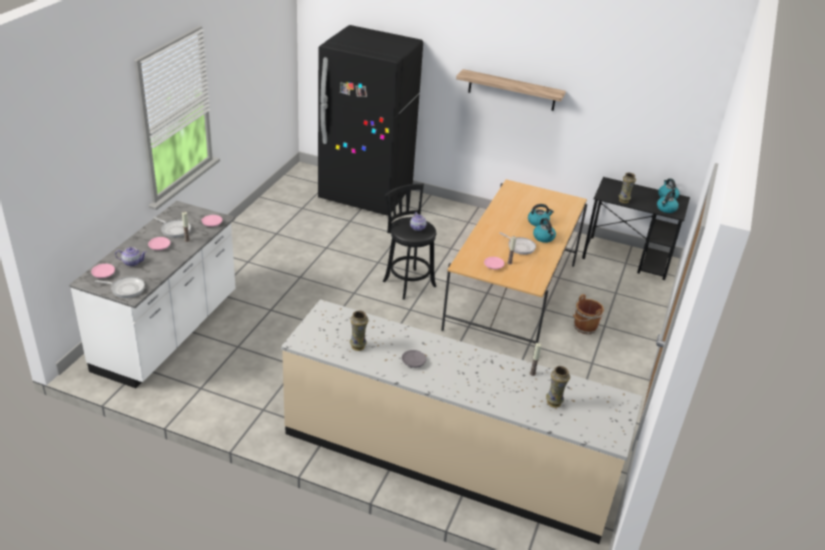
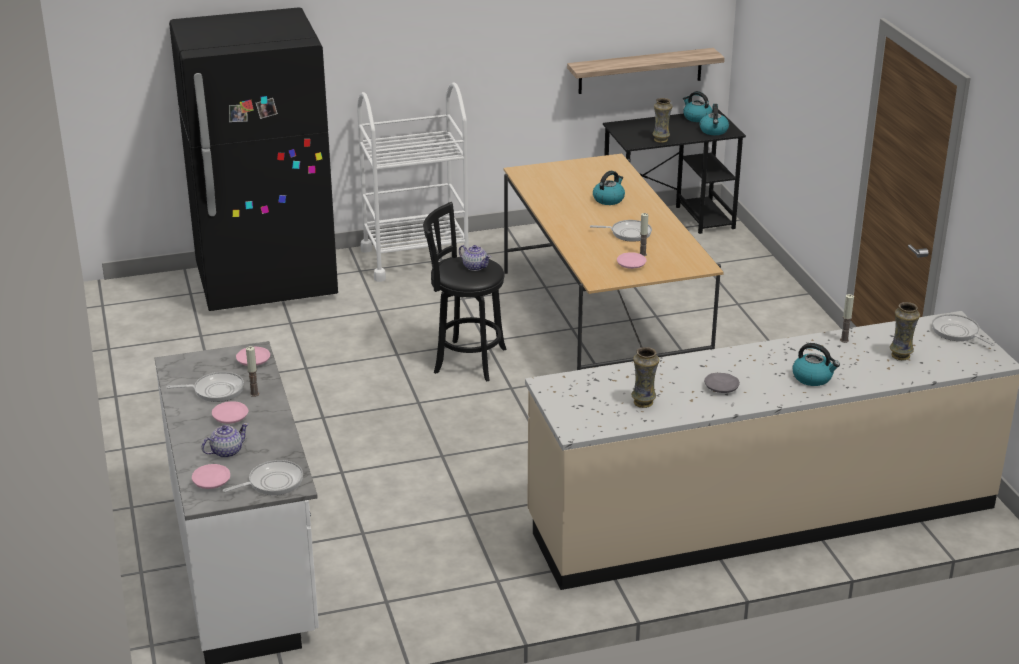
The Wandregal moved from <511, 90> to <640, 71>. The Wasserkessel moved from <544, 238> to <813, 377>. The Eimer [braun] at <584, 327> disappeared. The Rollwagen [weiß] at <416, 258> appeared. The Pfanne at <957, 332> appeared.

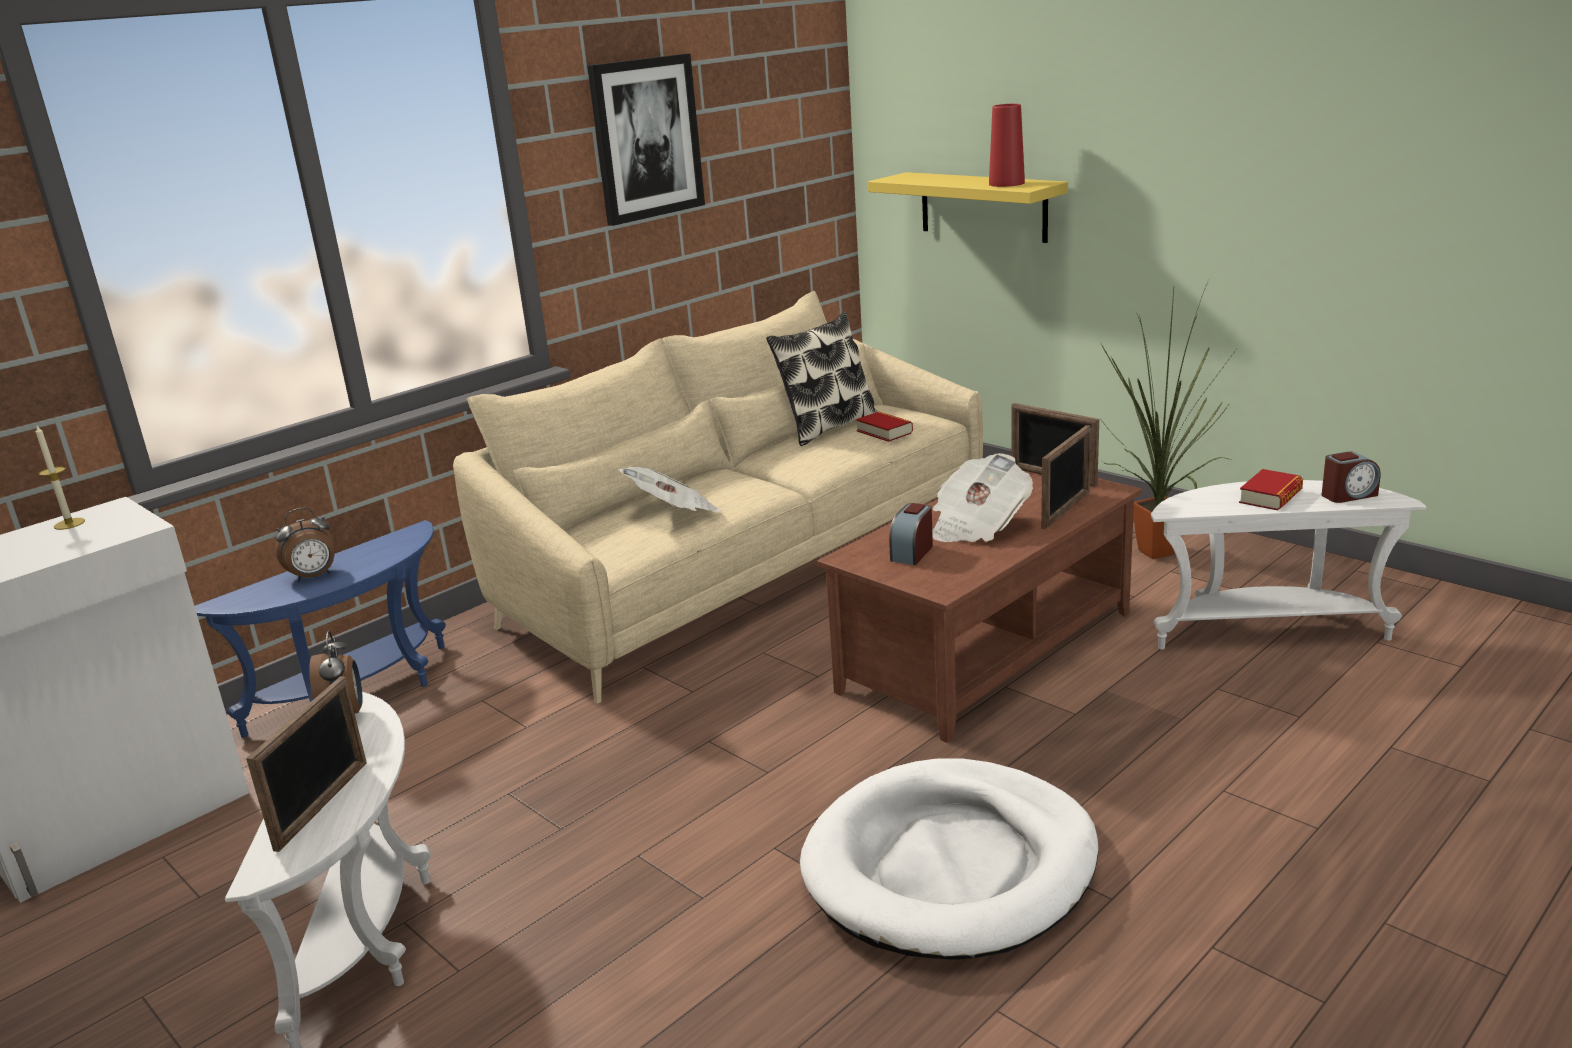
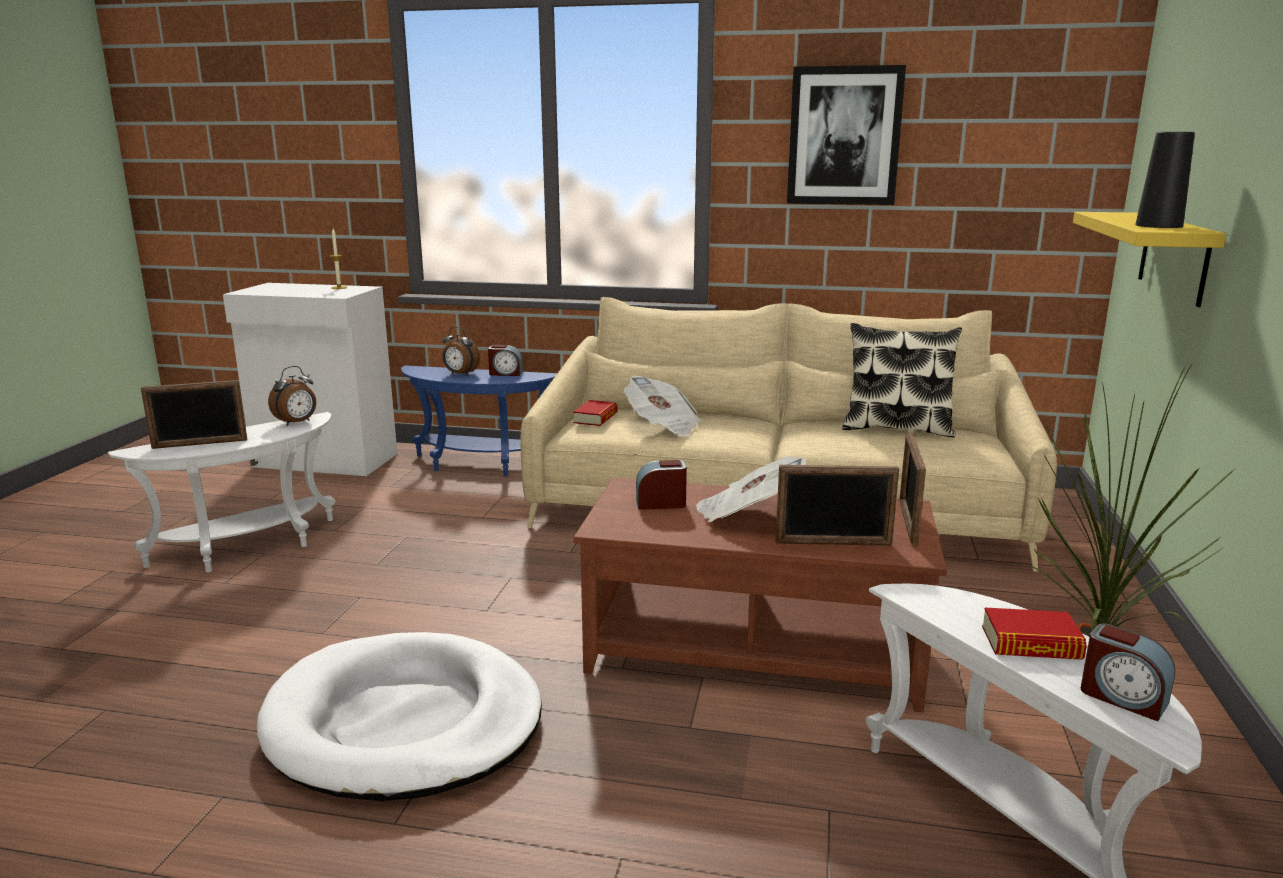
The Buch moved from <884, 432> to <595, 418>. The Vase [rot] at <1006, 183> became the Vase [schwarz] at <1158, 226>. The Wecker at <505, 373> appeared.

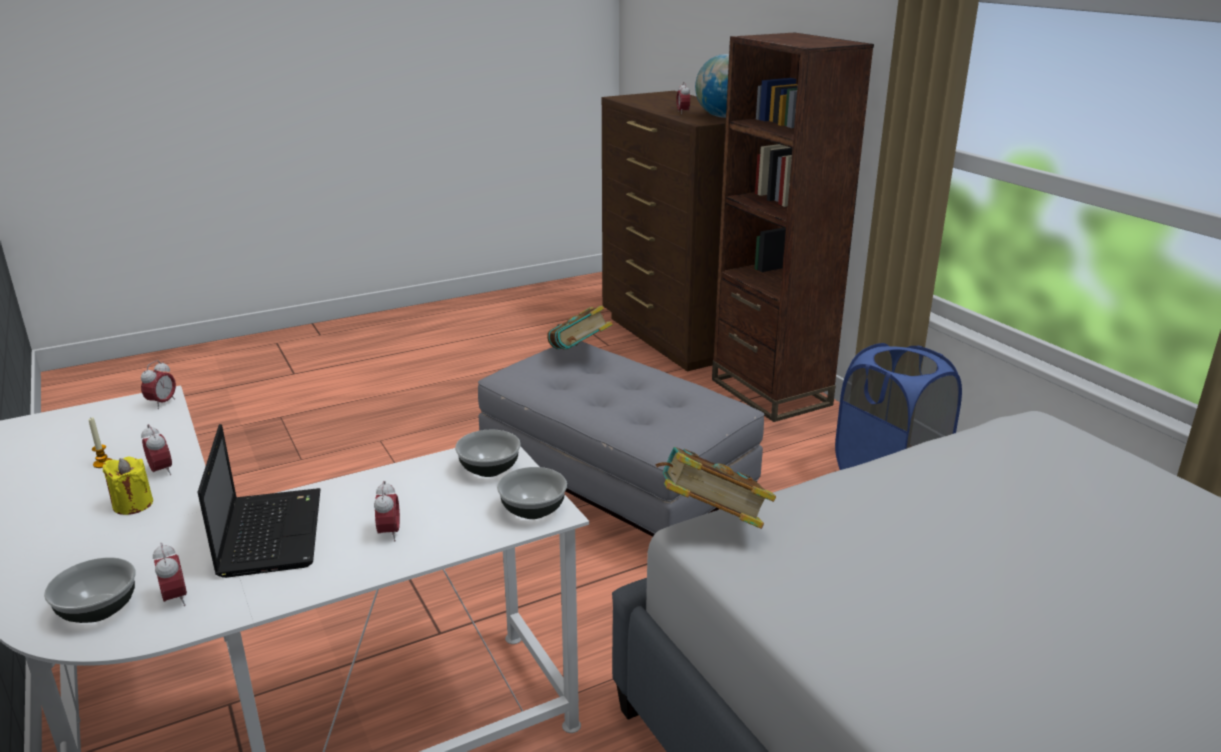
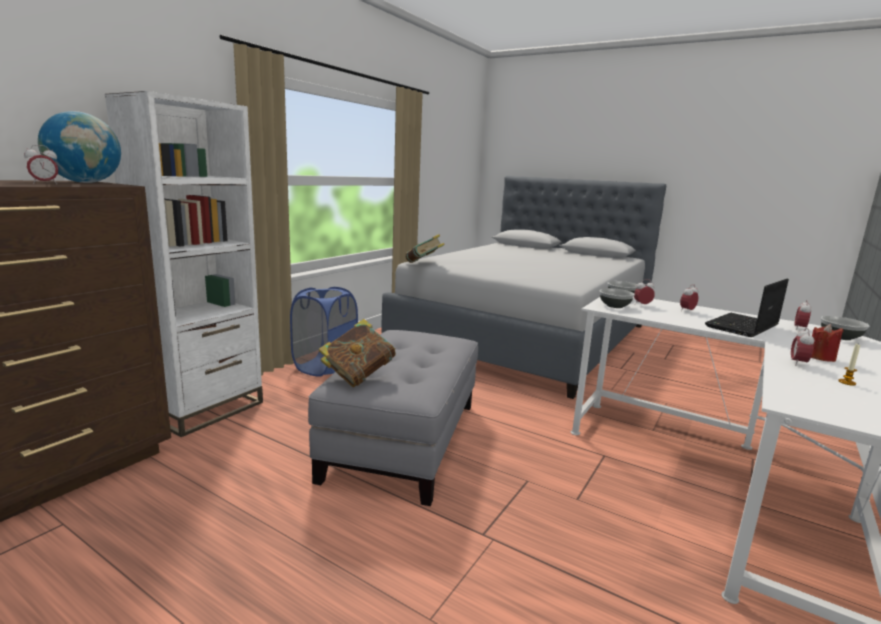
The Kerze [gelb] at <133, 504> became the Kerze [rot] at <821, 358>. The Wecker moved from <162, 403> to <642, 305>. The Buch moved from <710, 522> to <424, 264>. The Bücherregal [braun] at <770, 392> became the Bücherregal [weiß] at <206, 410>.

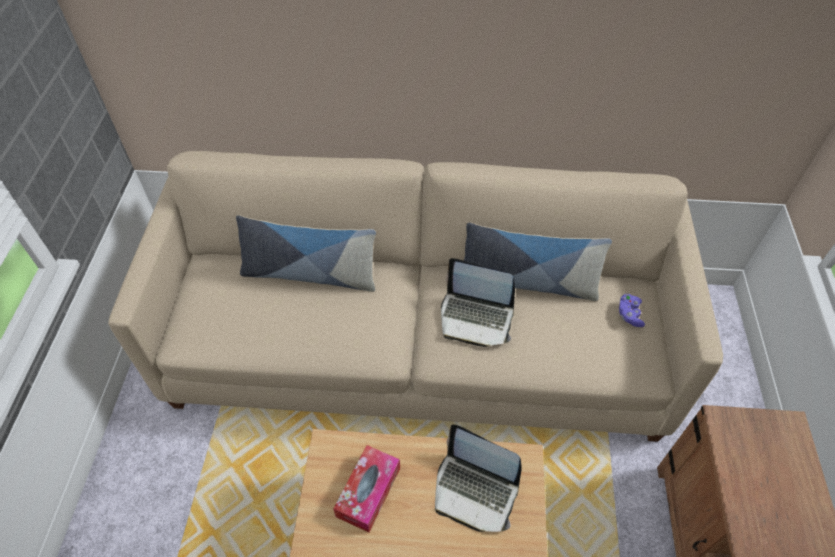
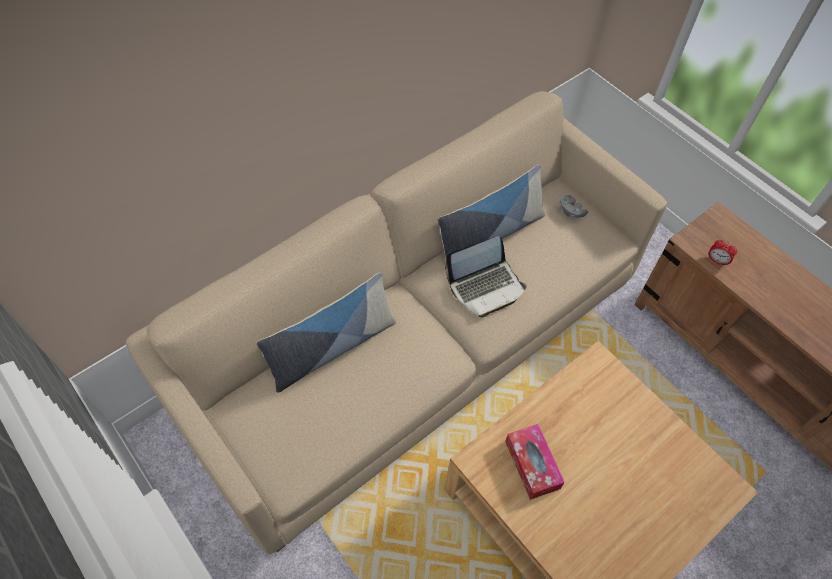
The Laptop at <475, 491> disappeared. The Gamepad [lila] at <629, 314> became the Gamepad [grau] at <571, 211>. The Wecker at <717, 260> appeared.

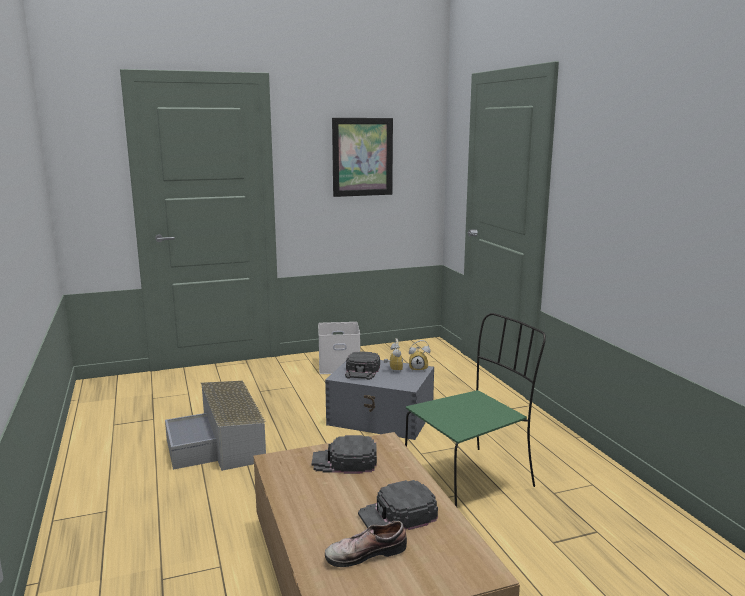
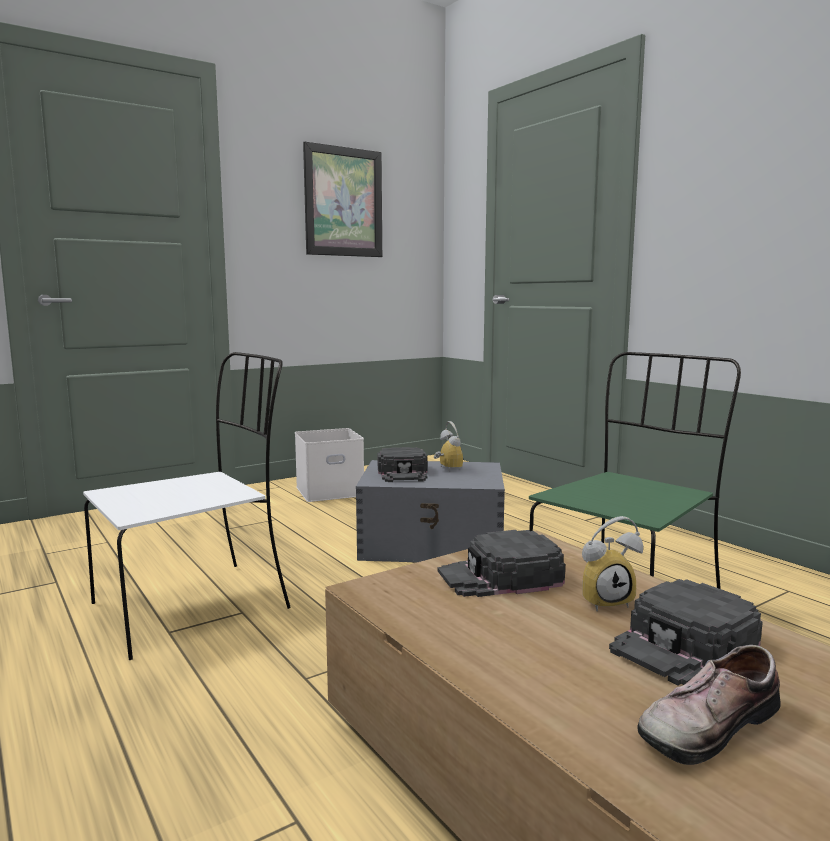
The Aufbewahrungsbox [grau] at <220, 444> was replaced by the Stuhl [weiß] at <195, 605>. The Wecker moved from <419, 369> to <605, 600>.

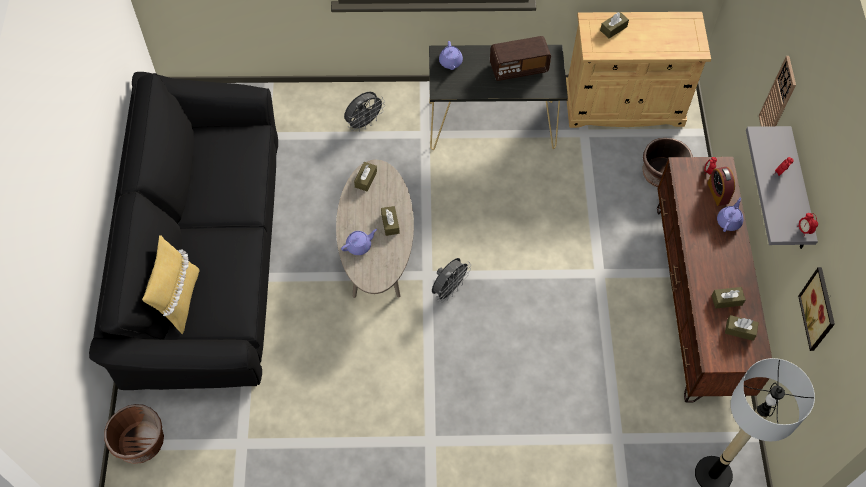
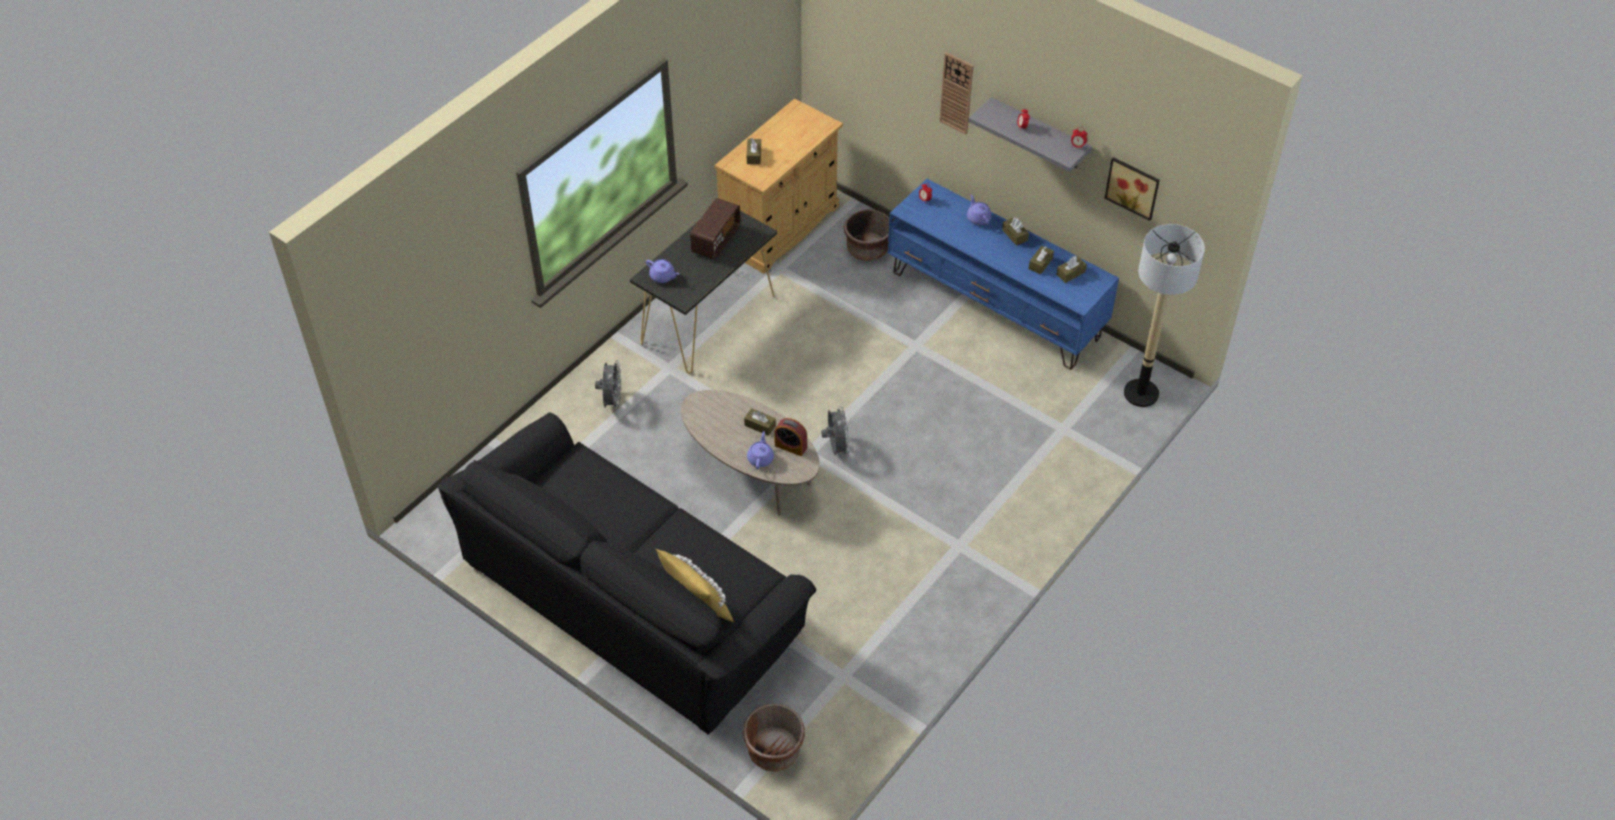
The Taschentuchbox [braun] moved from <365, 179> to <1014, 235>. The Fernsehschrank [braun] at <697, 300> became the Fernsehschrank [blau] at <996, 305>. The Wecker moved from <718, 193> to <790, 446>.

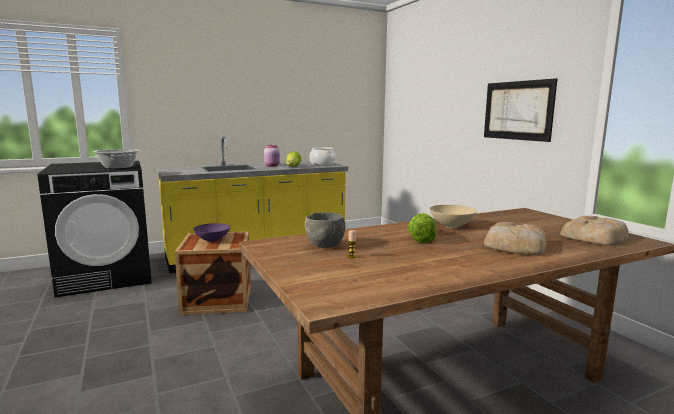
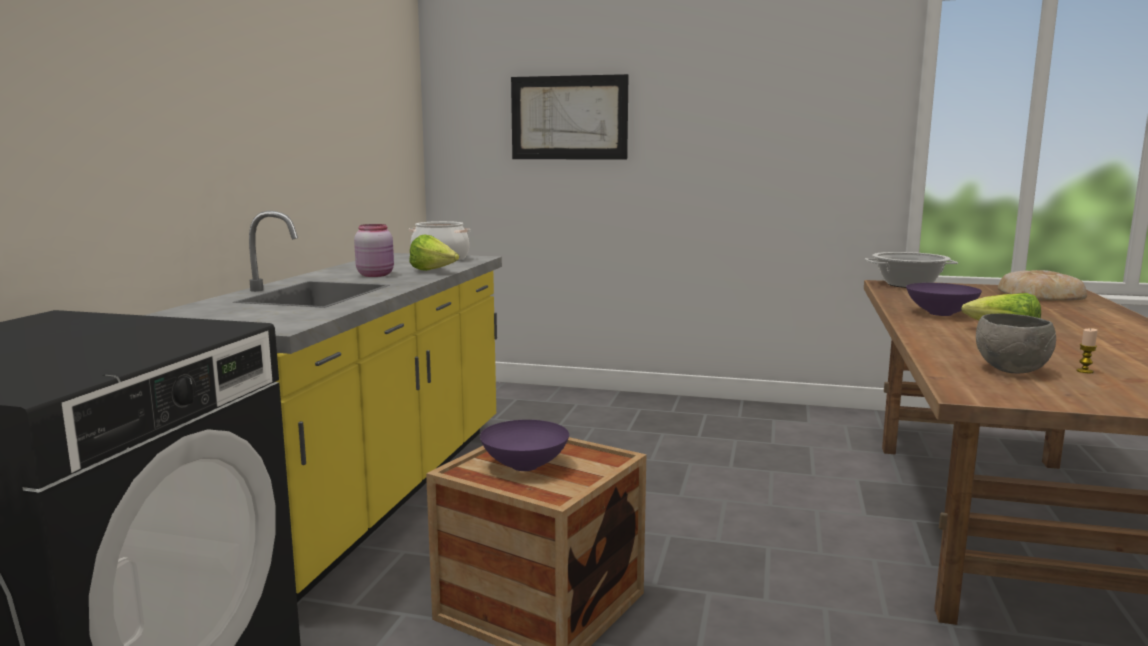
The Kochtopf moved from <118, 167> to <908, 285>. The Schüssel [beige] at <451, 226> became the Schüssel [lila] at <939, 313>. The Bild moved from <517, 110> to <569, 118>. The Brot at <514, 245> disappeared.

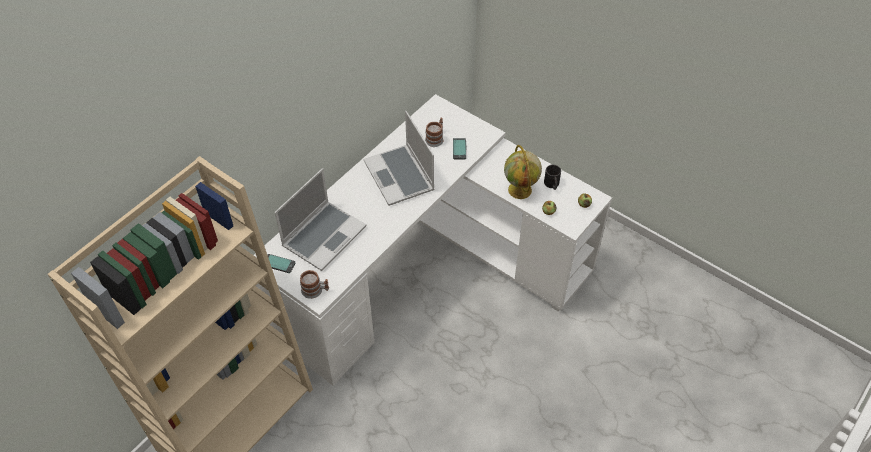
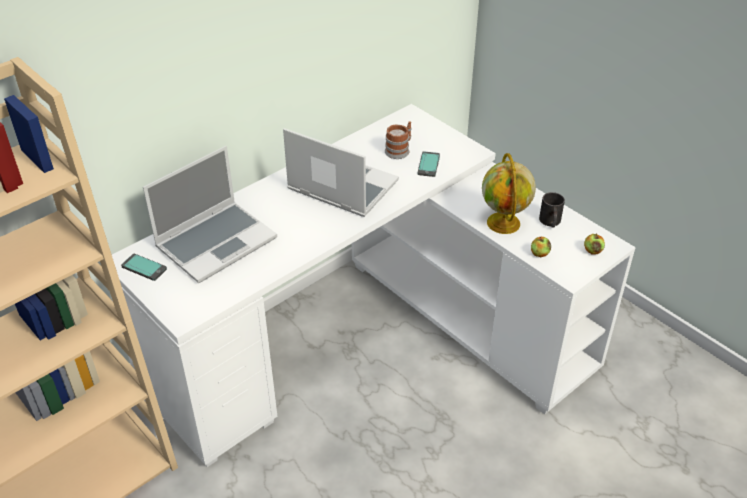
The Henkelbecher at <315, 290> disappeared. The Laptop at <400, 176> turned 135 degrees clockwise.

